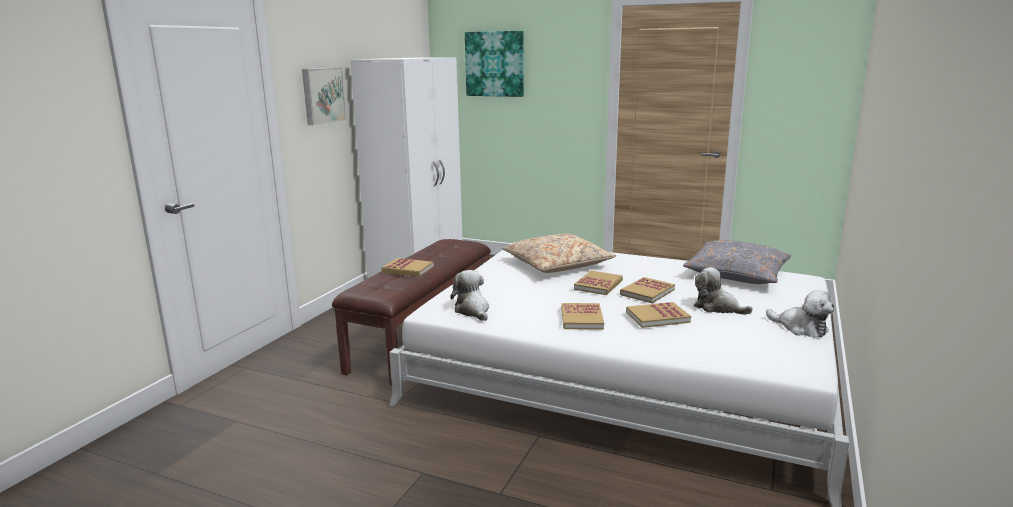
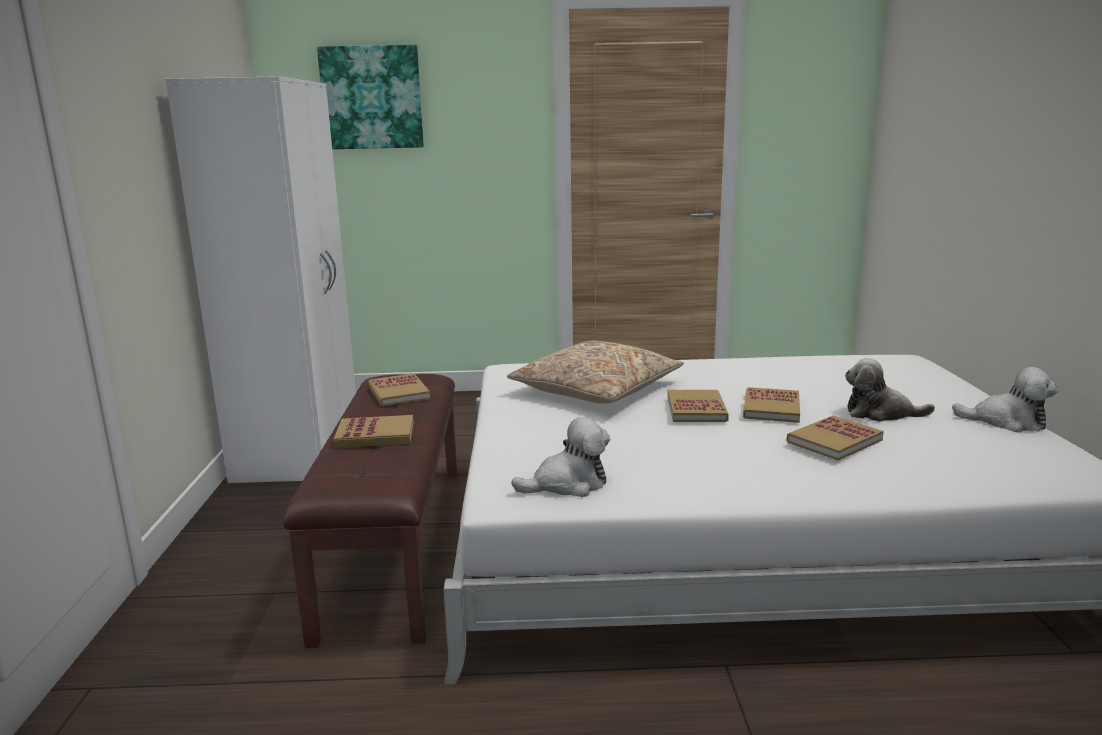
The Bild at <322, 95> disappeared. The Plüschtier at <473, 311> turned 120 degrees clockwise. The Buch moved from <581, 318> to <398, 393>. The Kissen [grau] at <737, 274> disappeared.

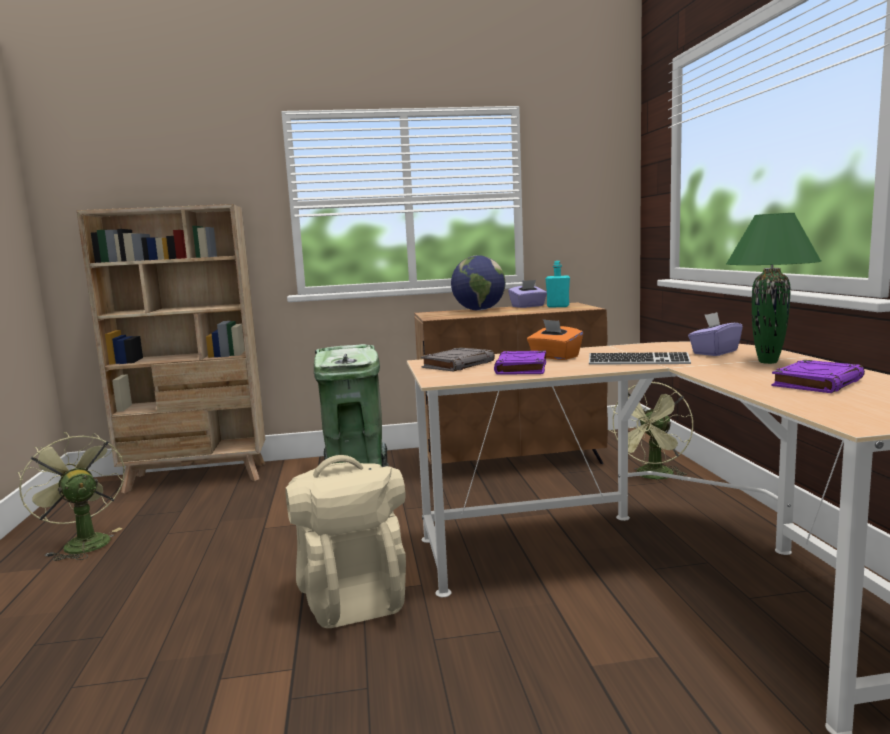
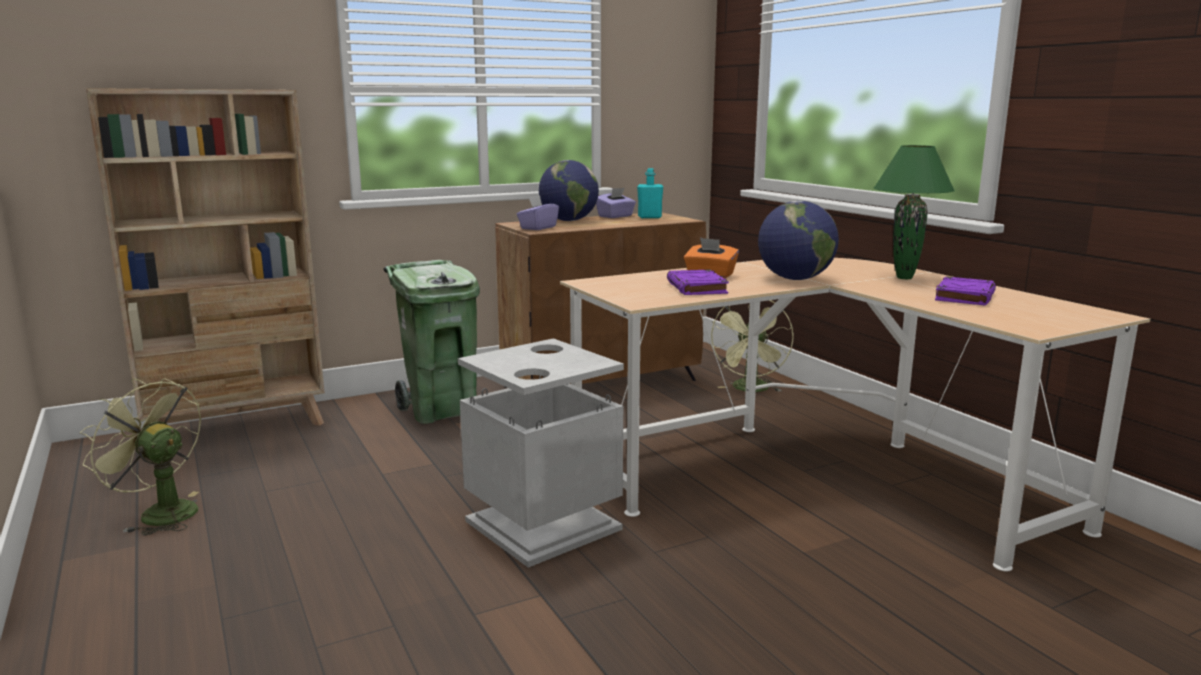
The Rucksack [beige] at <351, 595> was replaced by the Mülleimer [grau] at <542, 526>. The Buch [grau] at <458, 364> disappeared. The Tastatur at <638, 361> was replaced by the Globus at <795, 279>. The Taschentuchbox [lila] moved from <714, 352> to <538, 228>.

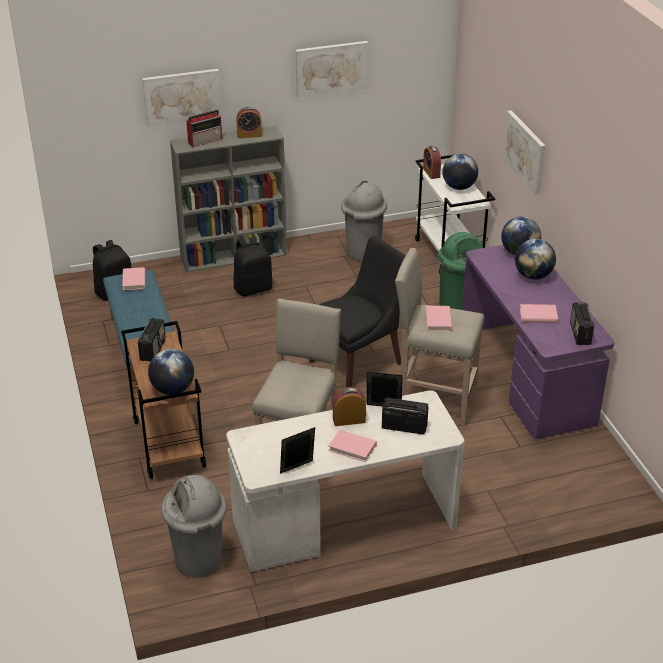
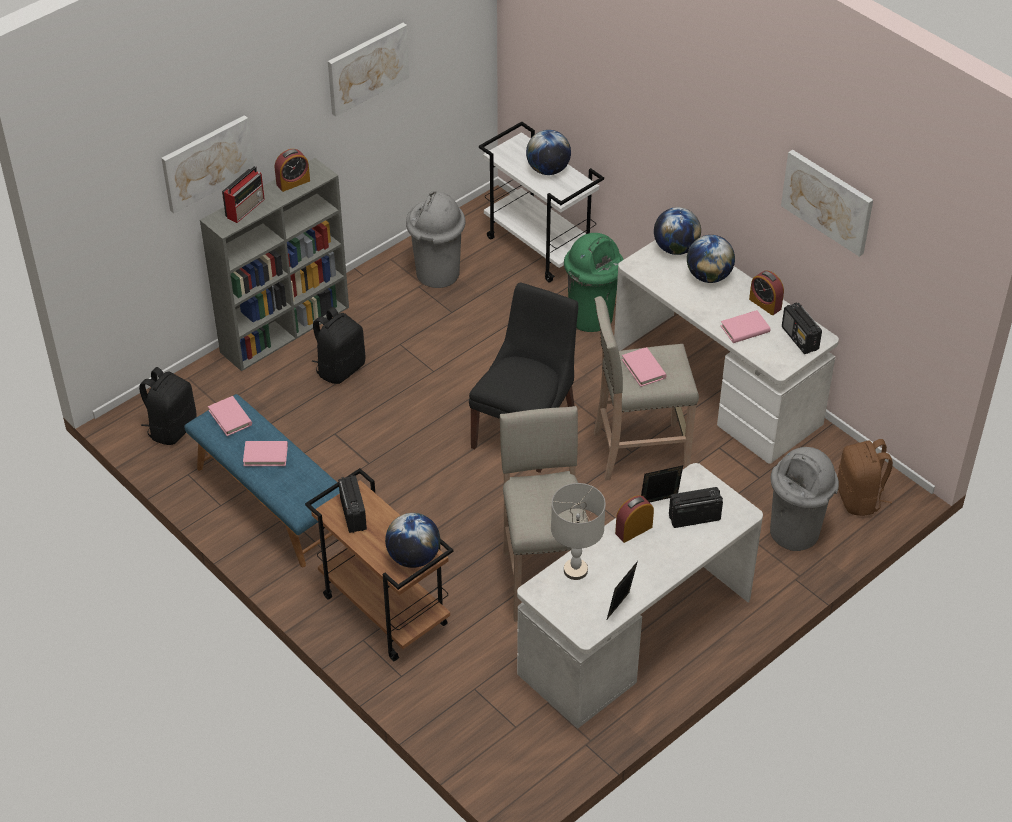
The Mülleimer [grau] moved from <198, 561> to <795, 533>. The Buch [rosa] moved from <352, 447> to <265, 455>. The Wecker moved from <431, 173> to <765, 304>. The Schreibtisch [lila] at <526, 375> became the Schreibtisch [weiß] at <717, 386>. The Bild moved from <525, 151> to <828, 201>. The Tischlampe [grau] at <576, 570> appeared. The Rucksack [braun] at <859, 499> appeared.

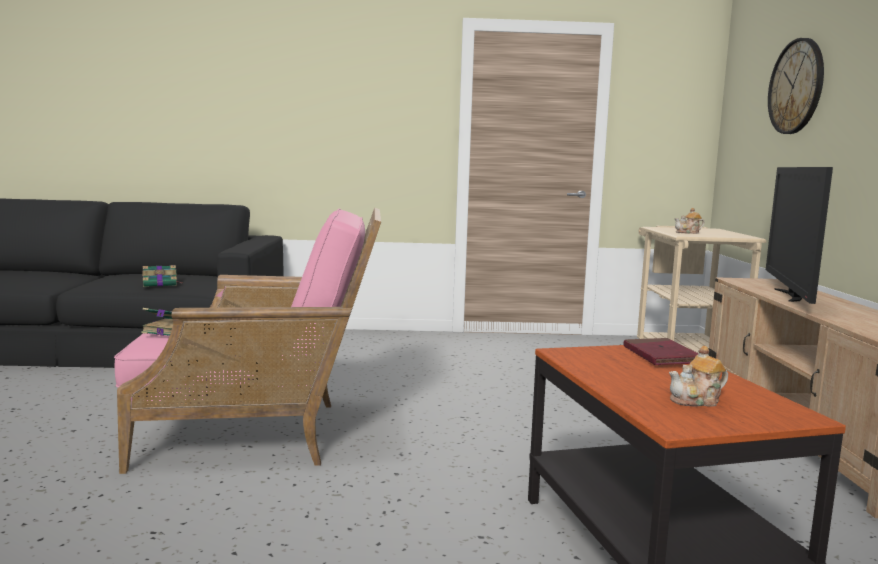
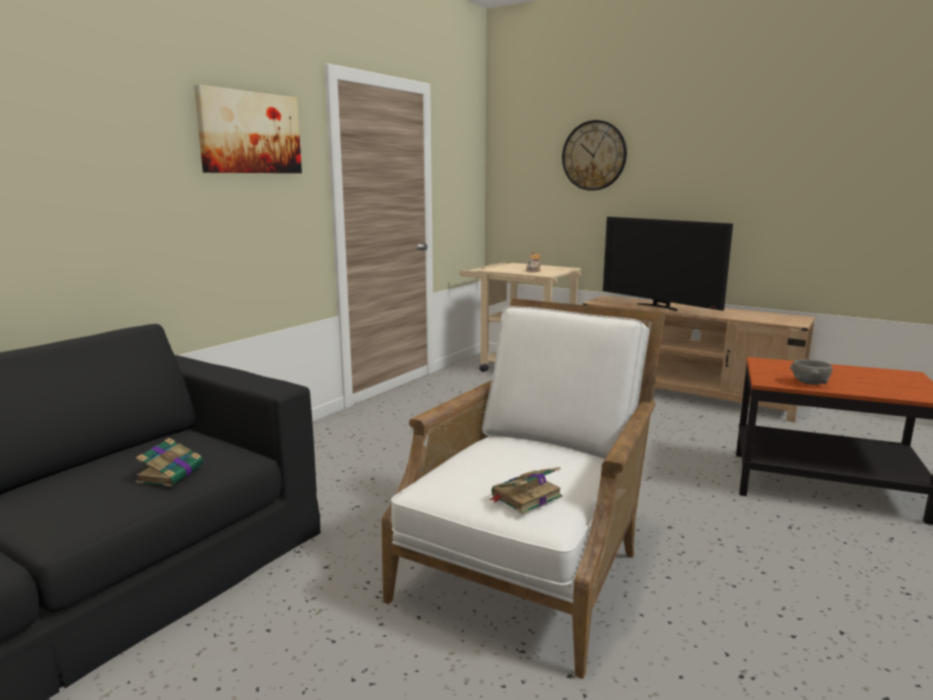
The Sessel [rosa] at <261, 433> became the Sessel [weiß] at <531, 566>. The Buch [rot] at <661, 356> disappeared. The Teekanne at <697, 401> disappeared. The Bild at <250, 133> appeared. The Schüssel [grau] at <810, 383> appeared.

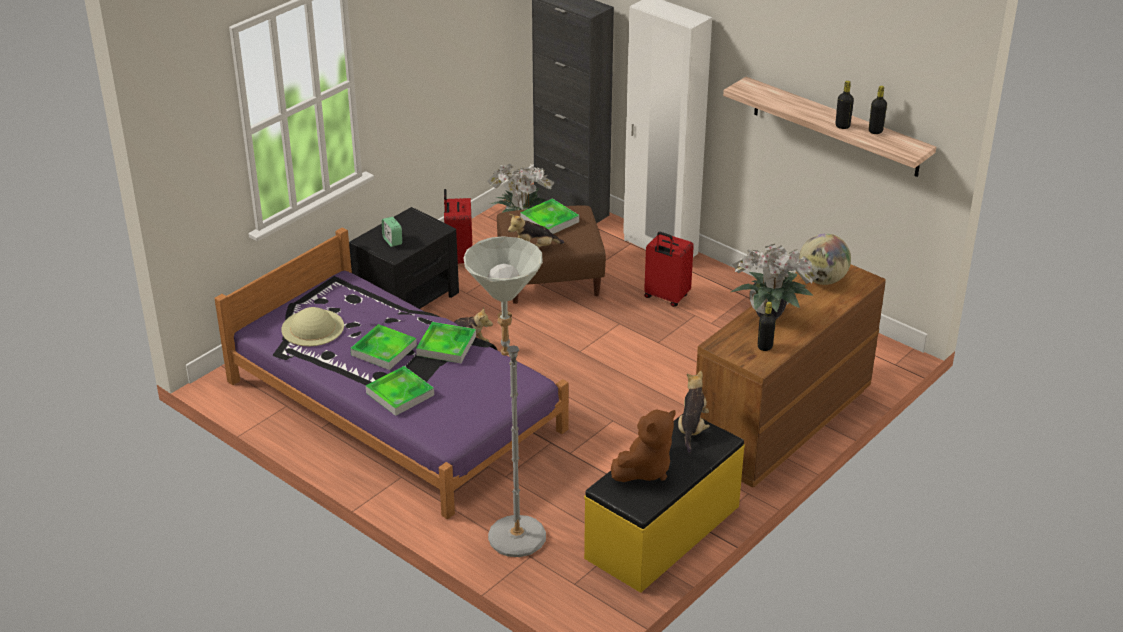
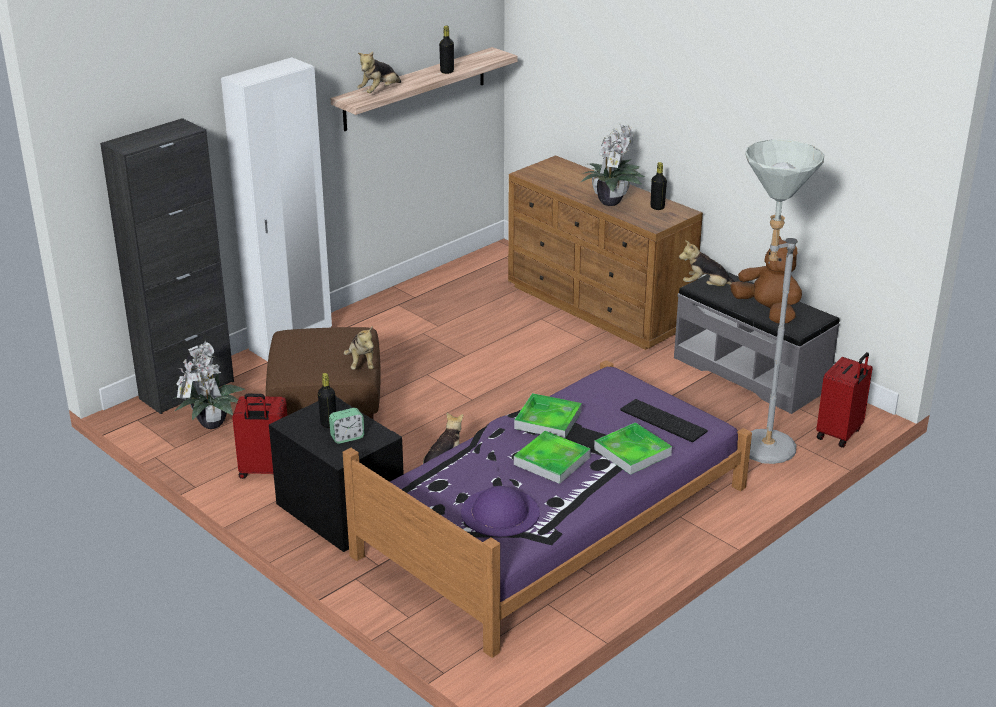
The Hut [beige] at <313, 327> became the Hut [lila] at <500, 512>. The Tablett at <549, 220> disappeared. The Bank [gelb] at <664, 532> became the Bank [grau] at <751, 373>. The Koffer [rot] moved from <666, 297> to <840, 434>. The Globus at <822, 280> disappeared. The Flasche [schwarz] moved from <875, 131> to <328, 423>. The Plüschtier at <379, 91> appeared. The Tastatur at <661, 421> appeared.

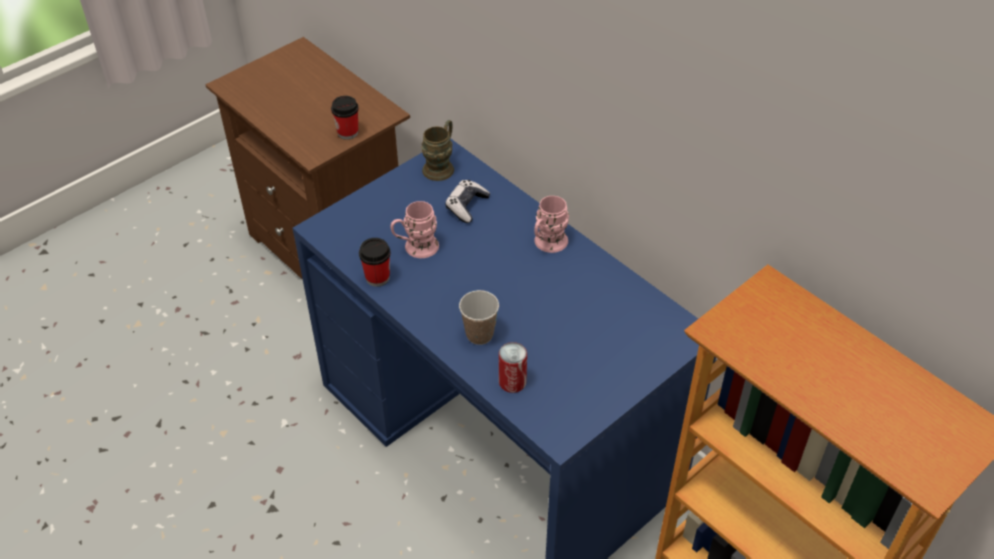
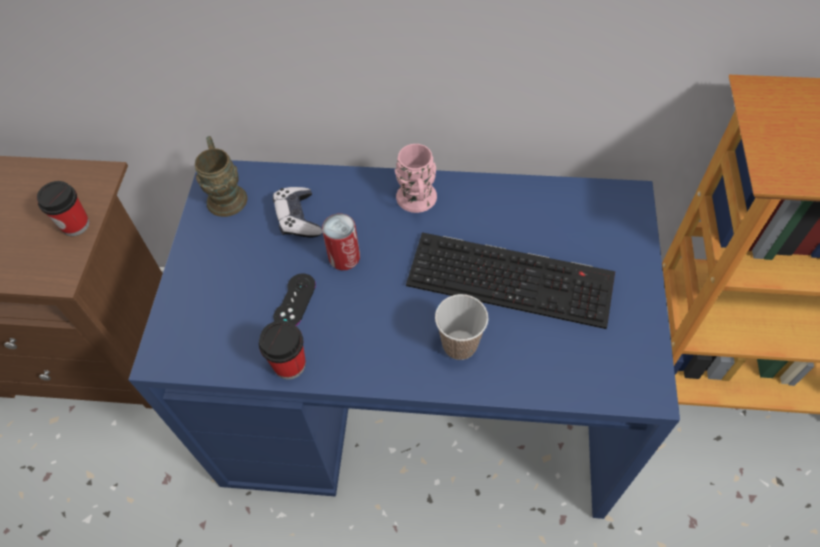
The Henkelbecher [rosa] at <415, 248> was replaced by the Gamepad [schwarz] at <294, 301>. The Dose moved from <512, 382> to <344, 257>. The Tastatur at <513, 278> appeared.

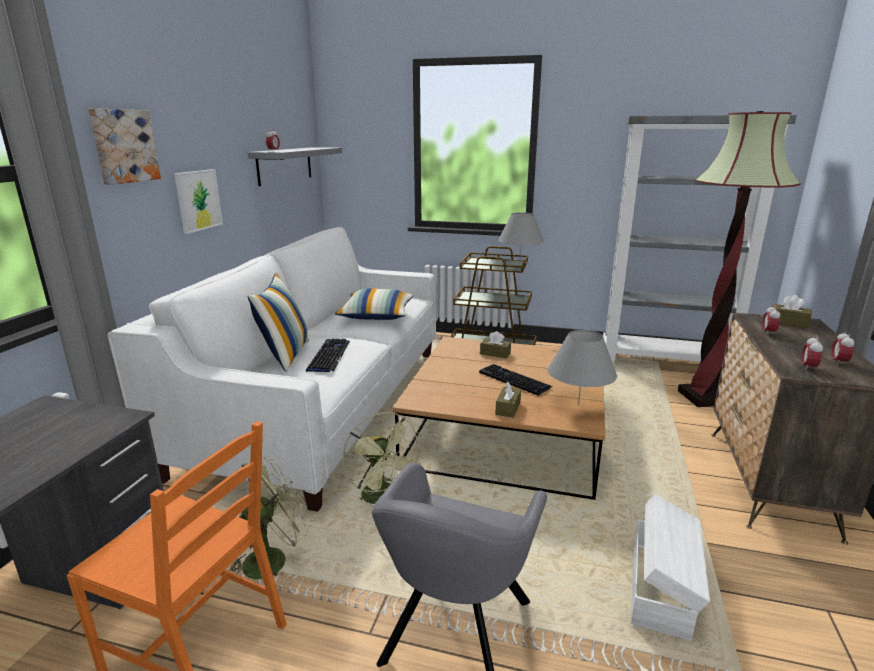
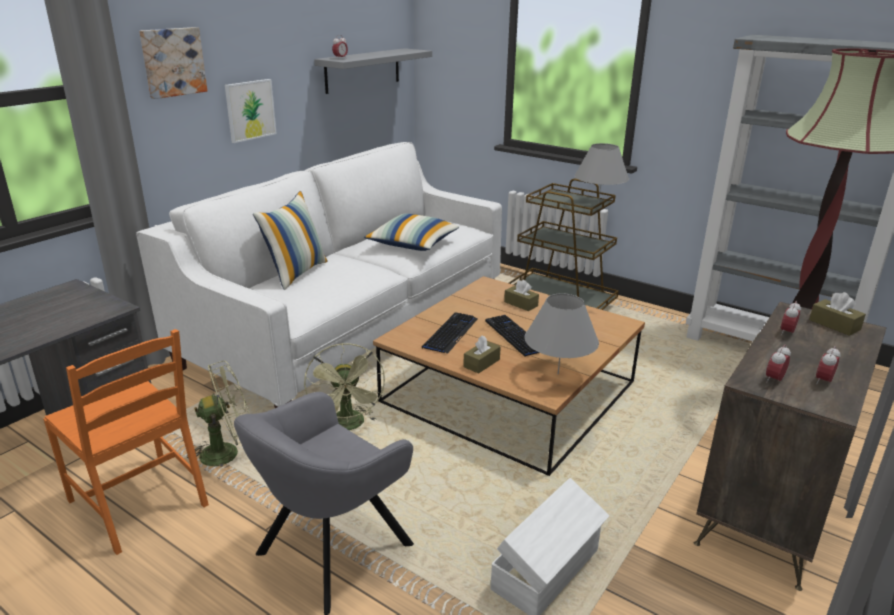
The Tastatur moved from <329, 356> to <450, 333>.

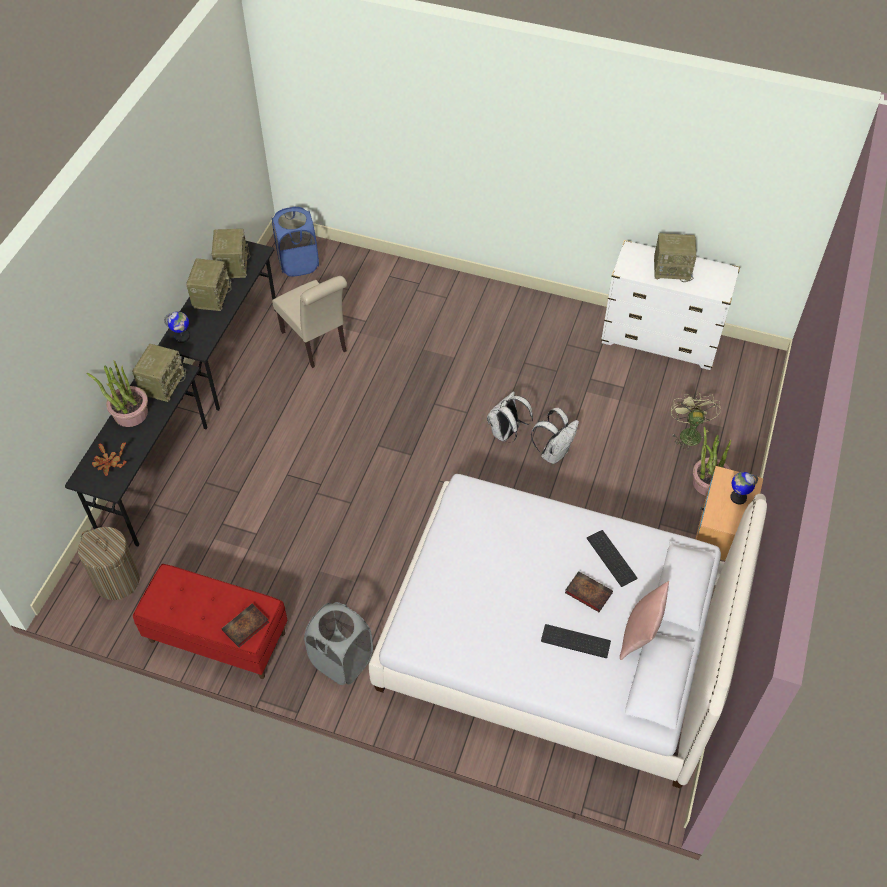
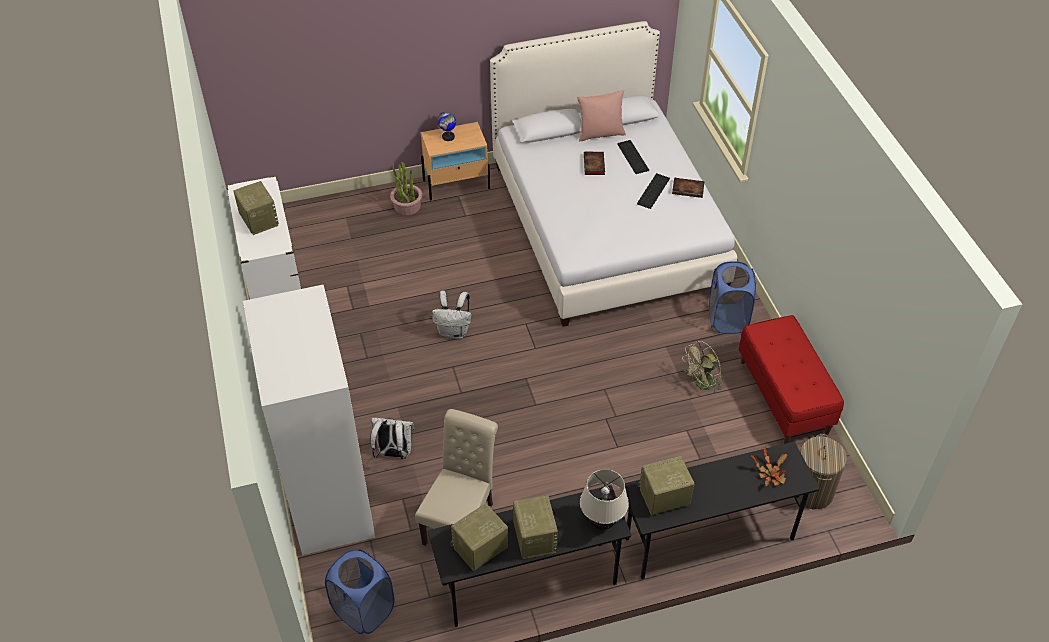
The Topfpflanze at <130, 413> disappeared. The Globus at <182, 337> was replaced by the Tischlampe [beige] at <601, 522>. The Radio at <211, 296> turned 105 degrees clockwise. The Buch moved from <245, 627> to <688, 189>. The Wäschekorb [grau] at <342, 661> became the Wäschekorb [blau] at <727, 319>. The Rucksack [weiß] moved from <554, 453> to <393, 453>. The Tastatur moved from <613, 558> to <652, 190>. The Ventilator [grün] moved from <688, 433> to <702, 384>. The Kleiderschrank [weiß] at <326, 495> appeared.

